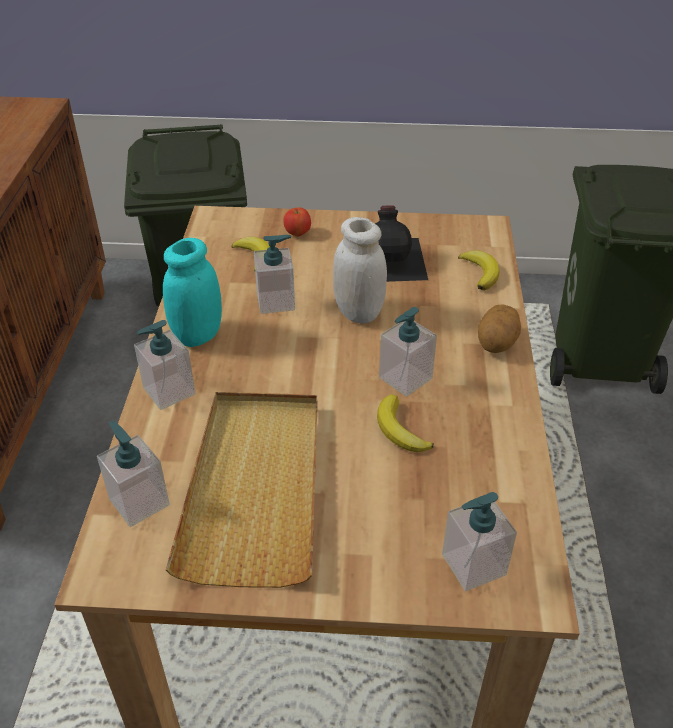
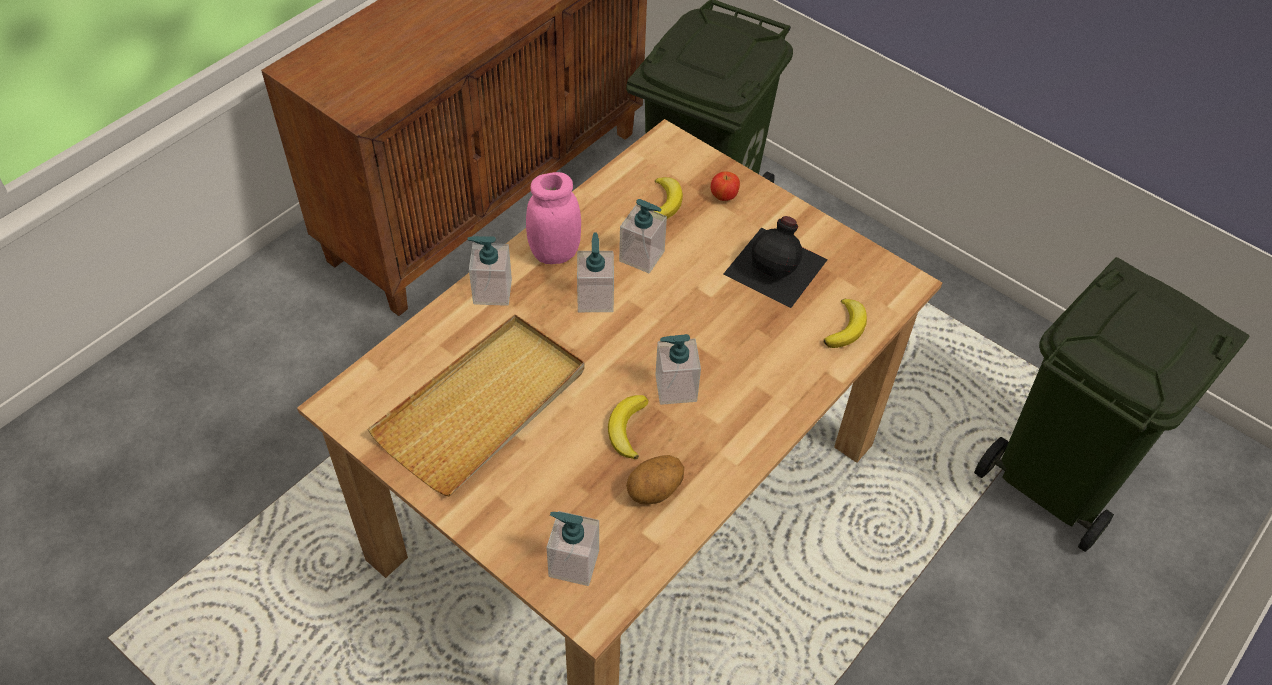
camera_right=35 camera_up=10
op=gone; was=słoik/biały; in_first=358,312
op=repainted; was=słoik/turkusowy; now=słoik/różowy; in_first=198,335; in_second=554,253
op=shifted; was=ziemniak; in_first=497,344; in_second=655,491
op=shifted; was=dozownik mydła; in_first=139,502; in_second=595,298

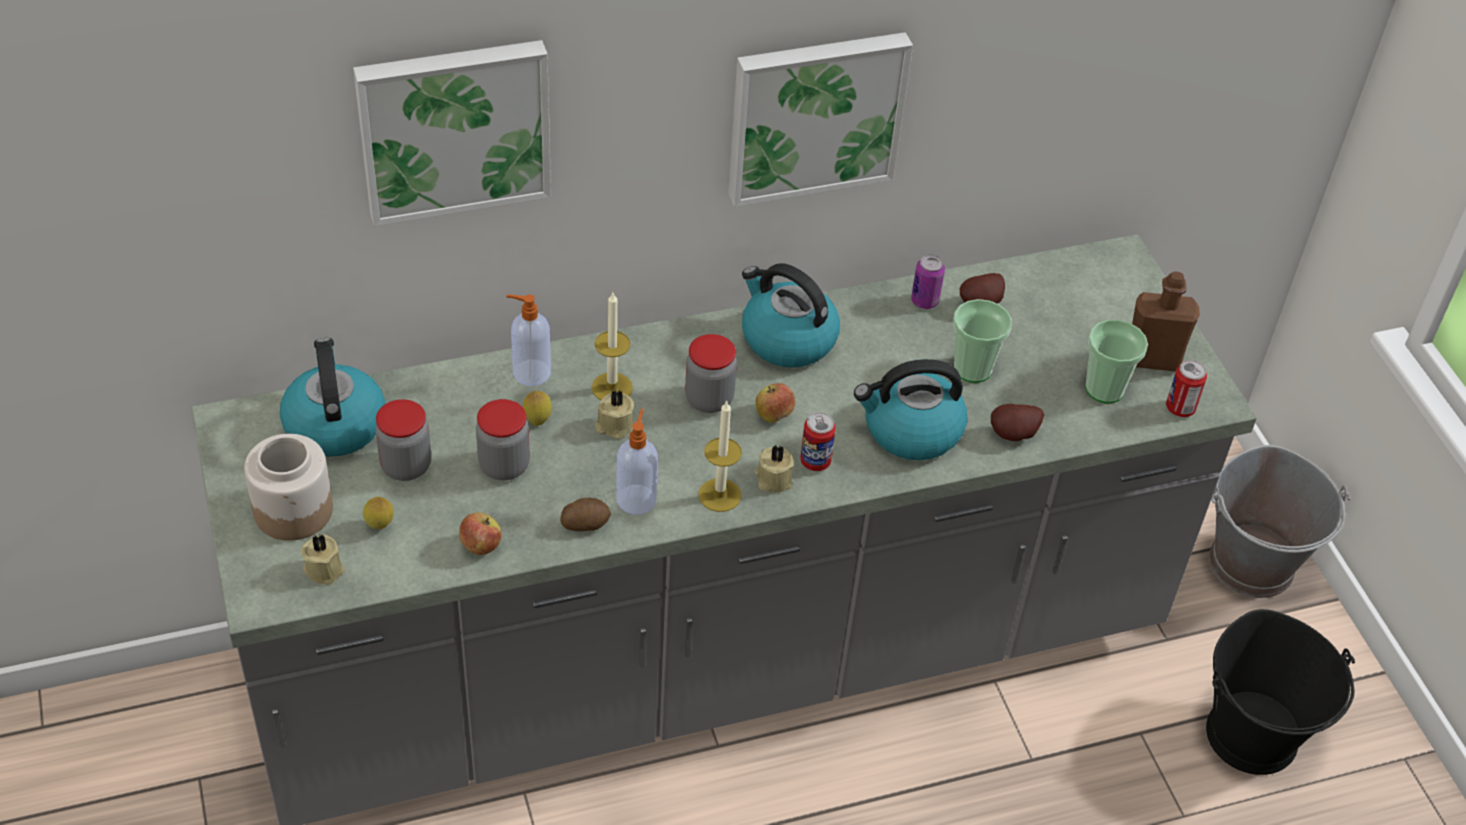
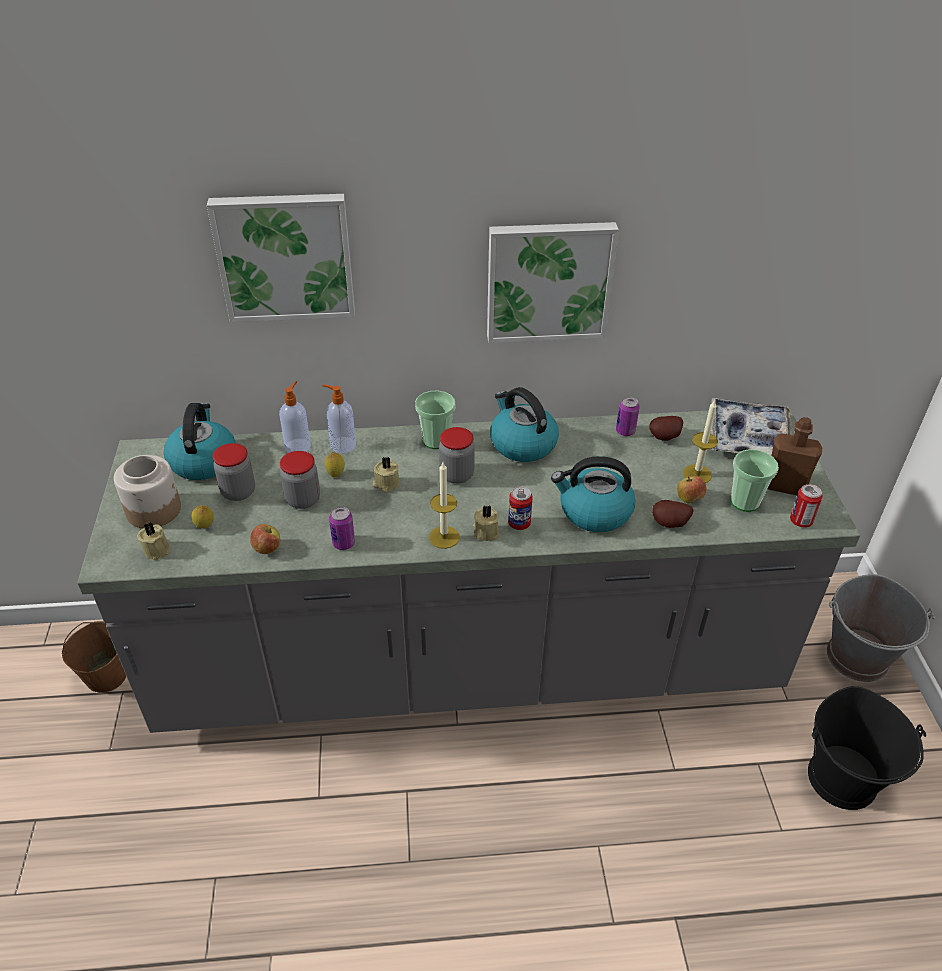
camera_right=15 camera_up=-5
op=shifted; was=świeca; in_first=612,387; in_second=697,474
op=shifted; was=filiżanka; in_first=972,369; in_second=436,440
op=shifted; was=jabłko; in_first=773,415; in_second=689,499
op=shifted; was=dozownik mydła; in_first=636,498; in_second=298,446
op=swapped; was=ziemniak; now=puszka; in_first=585,523; in_second=343,543
op=new; now=taca; in_second=747,437
op=new; now=wiadro/brązowy; in_second=106,675

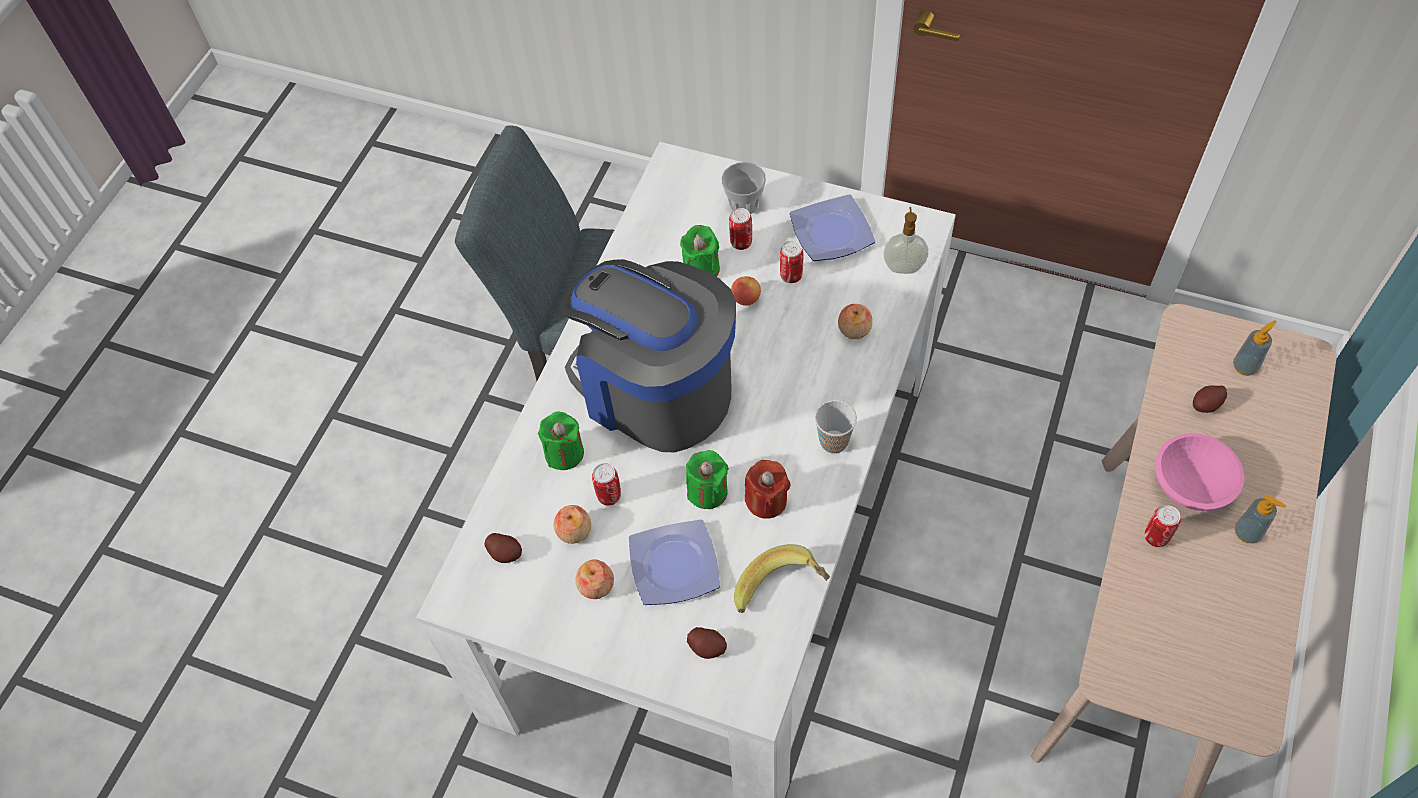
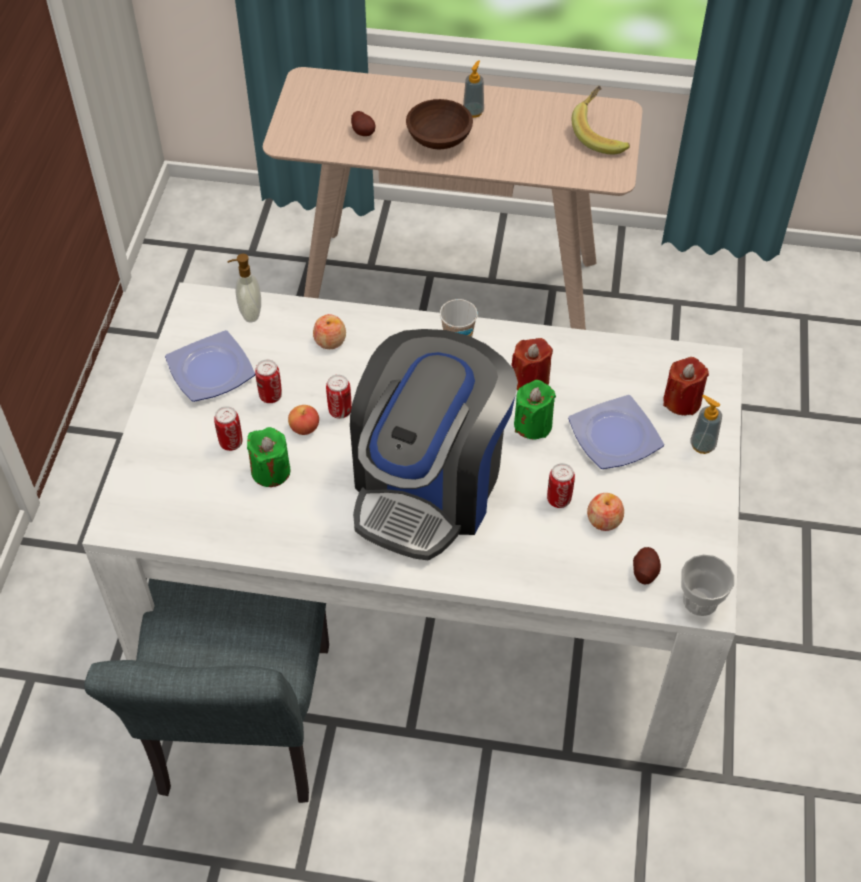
camera_right=-105 camera_up=-5
op=shifted; was=filiżanka; in_first=744,204; in_second=700,600
op=shifted; was=dozownik mydła; in_first=1245,366; in_second=702,445
op=gone; was=świeca/zielony; in_first=564,453
op=repainted; was=miska/różowy; now=miska/brązowy; in_first=1191,483; in_second=438,139
op=shifted; was=puszka; in_first=1156,537; in_second=340,411
op=shifted; was=banan; in_first=782,592; in_second=601,134
op=gone; was=jabłko; in_first=596,585
op=swapped; was=ziemniak; now=świeca/czerwony; in_first=707,647; in_second=682,401

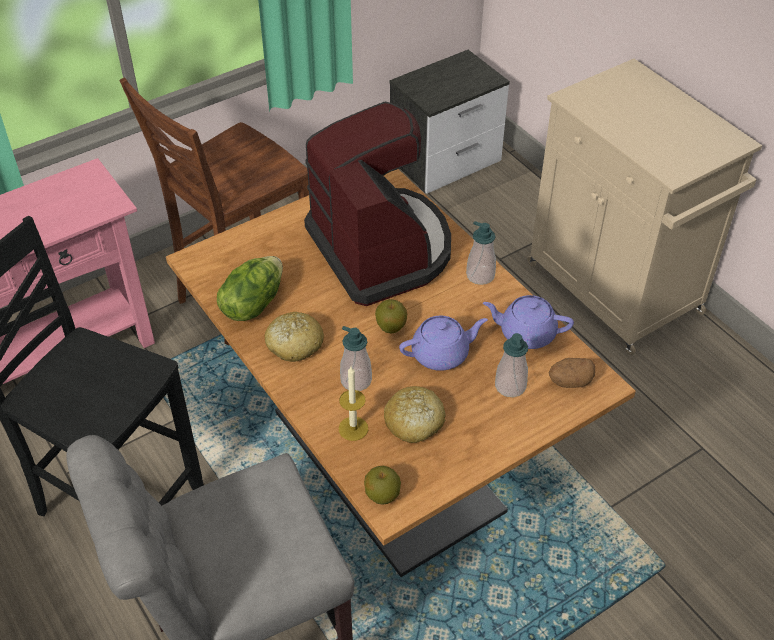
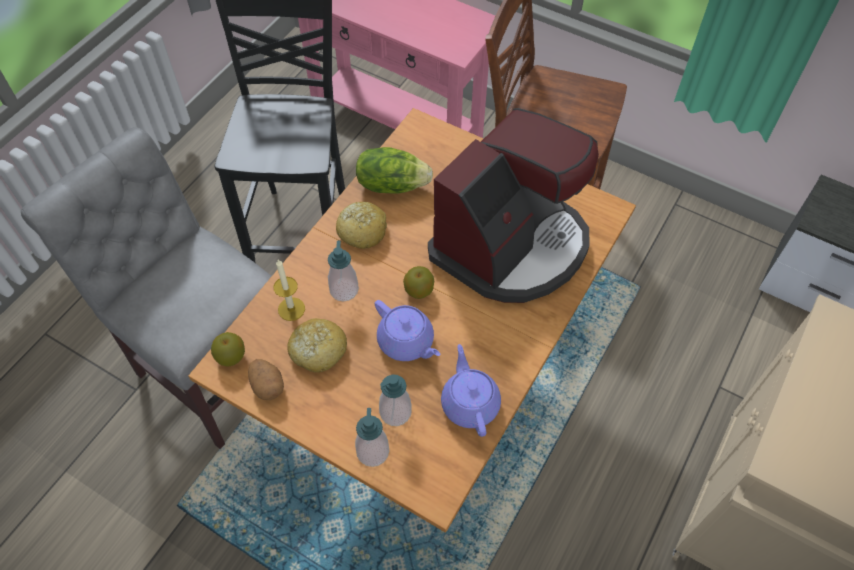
camera_right=65 camera_up=10
op=shifted; was=dozownik mydła; in_first=480,275; in_second=373,452
op=shifted; was=ziemniak; in_first=570,382; in_second=267,385

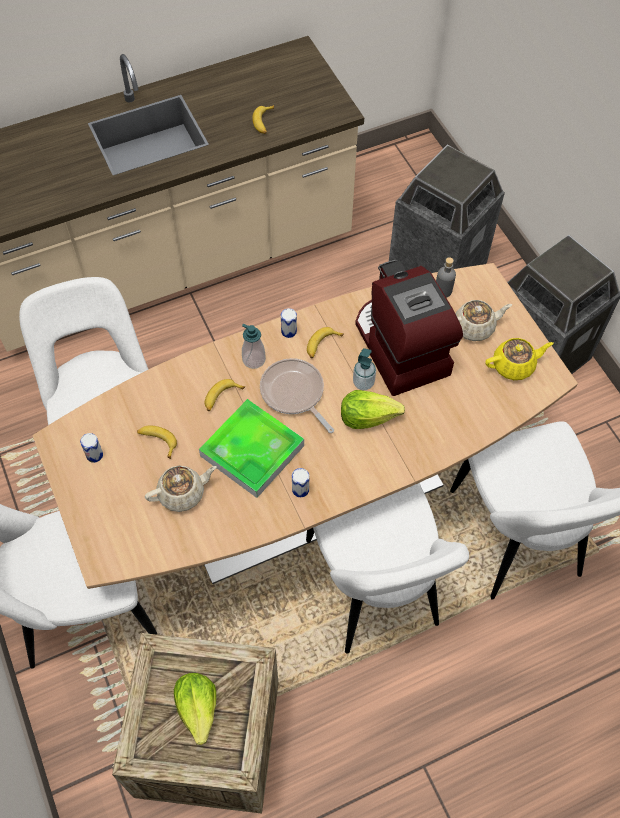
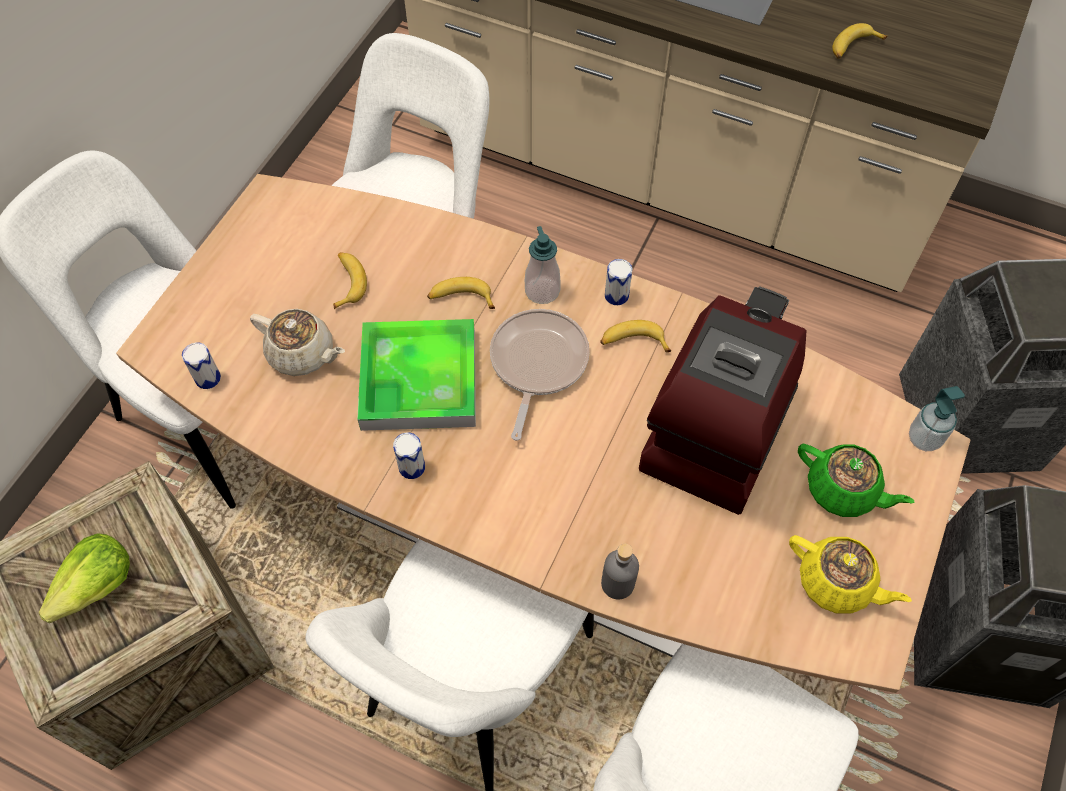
camera_right=50 camera_up=0
op=shifted; was=butelka/szary; in_first=443,290; in_second=617,584
op=repainted; was=imbryk/beżowy; now=imbryk/zielony; in_first=474,327; in_second=843,490
op=shifted; was=dozownik mydła; in_first=363,383; in_second=924,438
op=gone; was=sałata; in_first=368,416
op=shifted; was=puszka; in_first=94,455; in_second=208,378

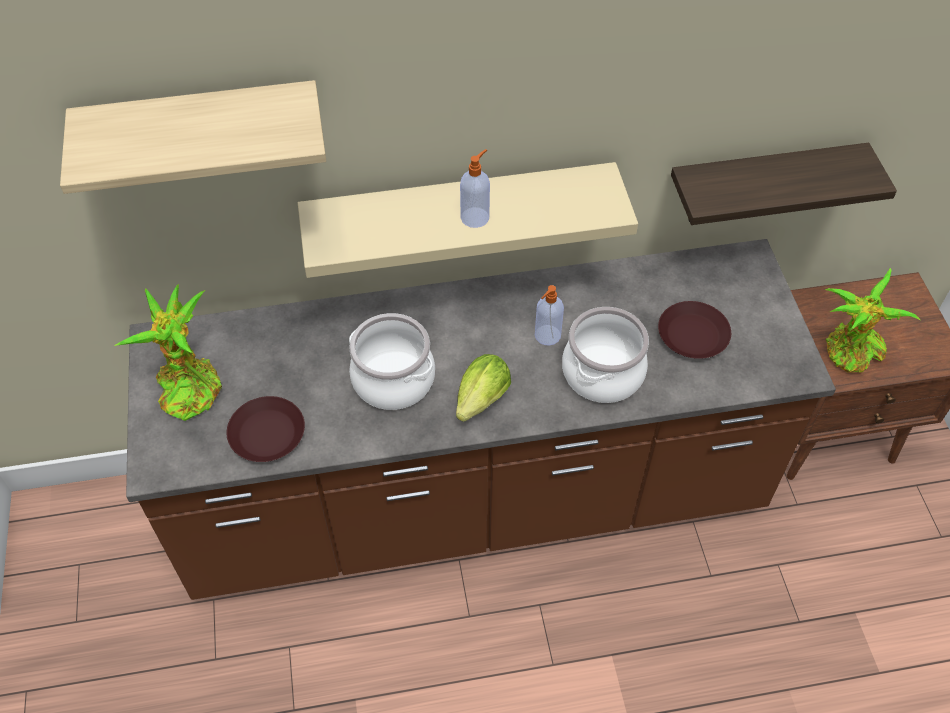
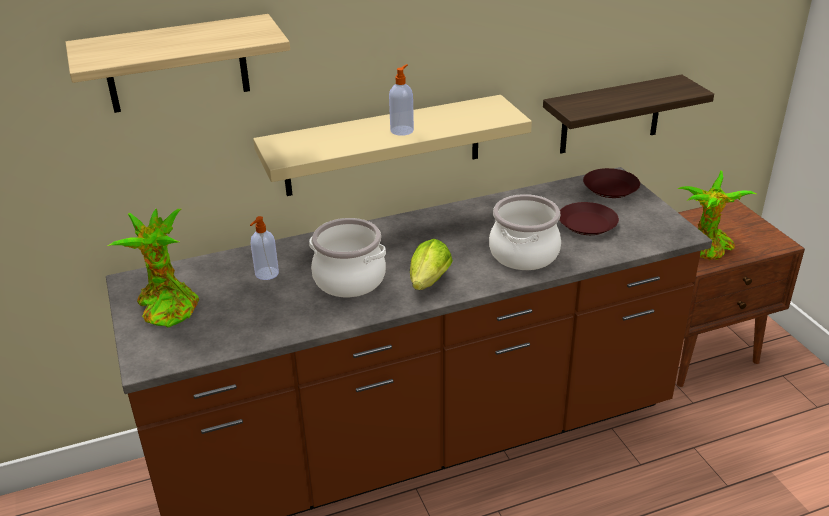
camera_right=-10 camera_up=-20
op=shifted; was=dozownik mydła; in_first=547,336; in_second=266,274
op=shifted; was=talerz/brązowy; in_first=267,434; in_second=611,188

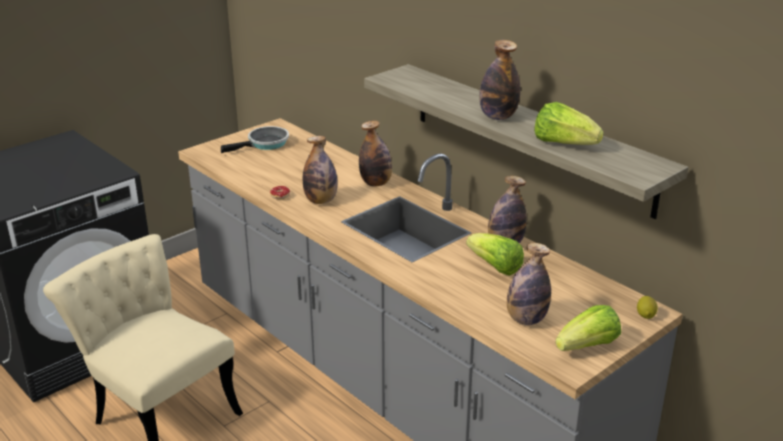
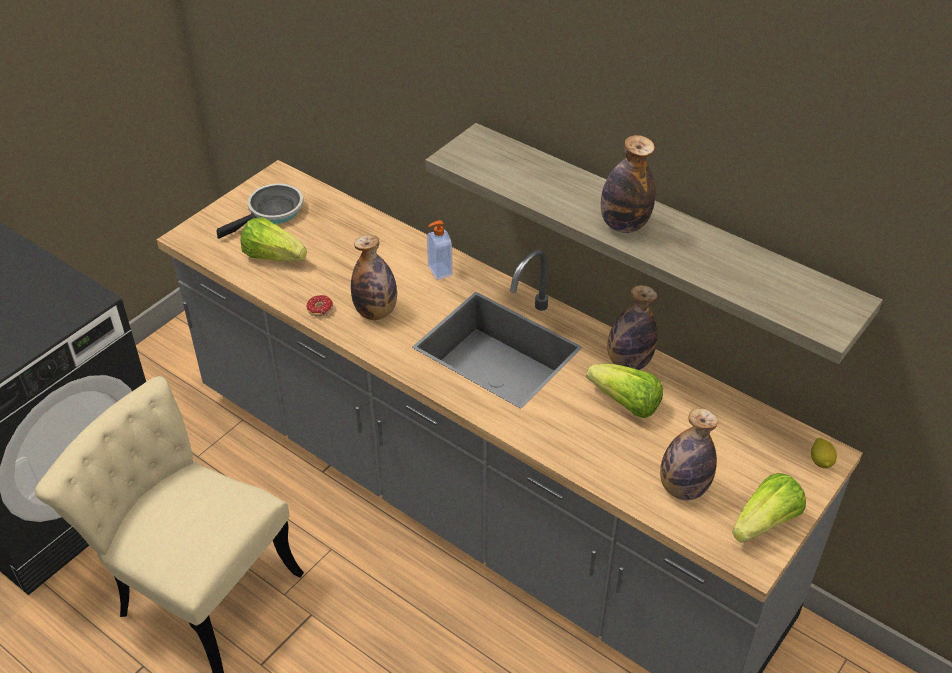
camera_right=-10 camera_up=15
op=shifted; was=sałata; in_first=564,143; in_second=273,256
op=swapped; was=butelka; now=dozownik mydła; in_first=376,183; in_second=439,271

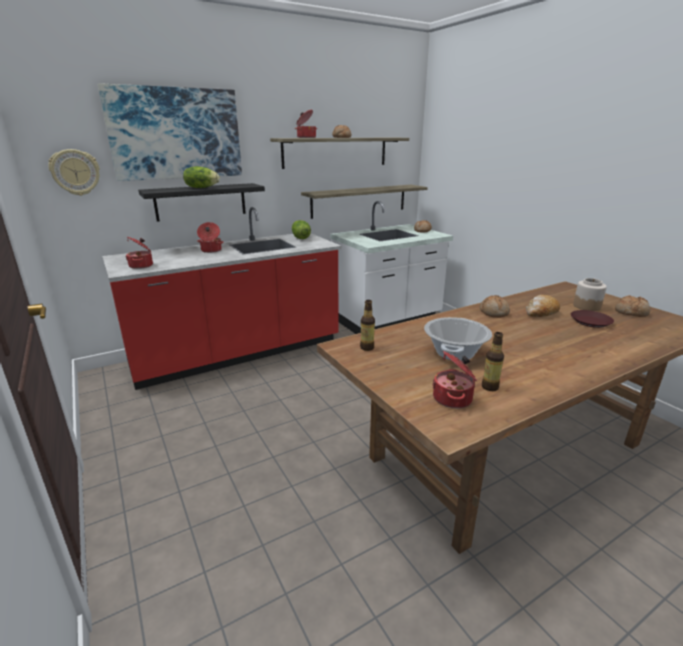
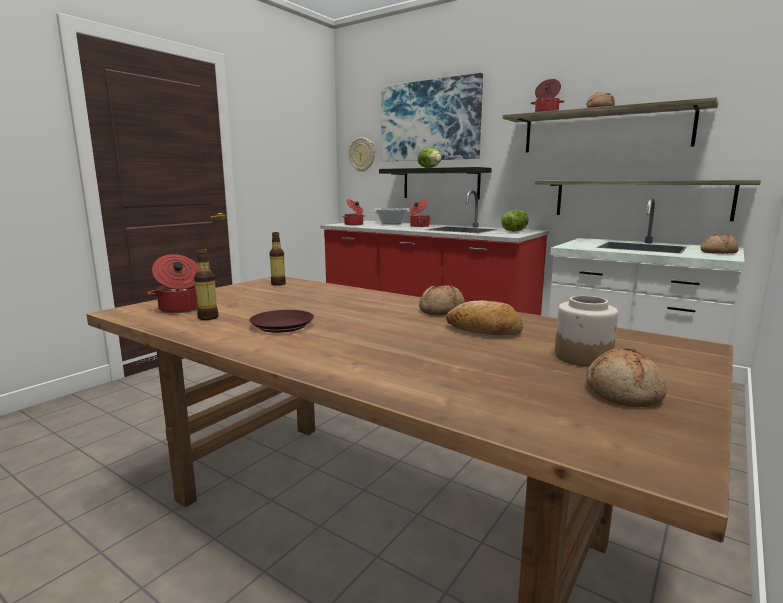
camera_right=65 camera_up=-10
op=shifted; was=talerz/brązowy; in_first=590,322; in_second=282,325
op=shifted; was=garnek; in_first=455,353; in_second=391,223

